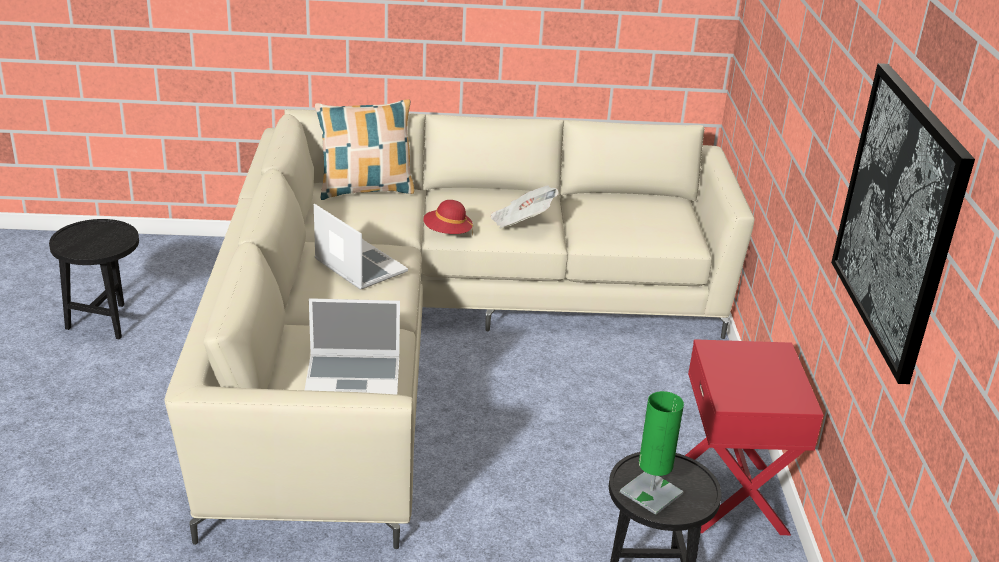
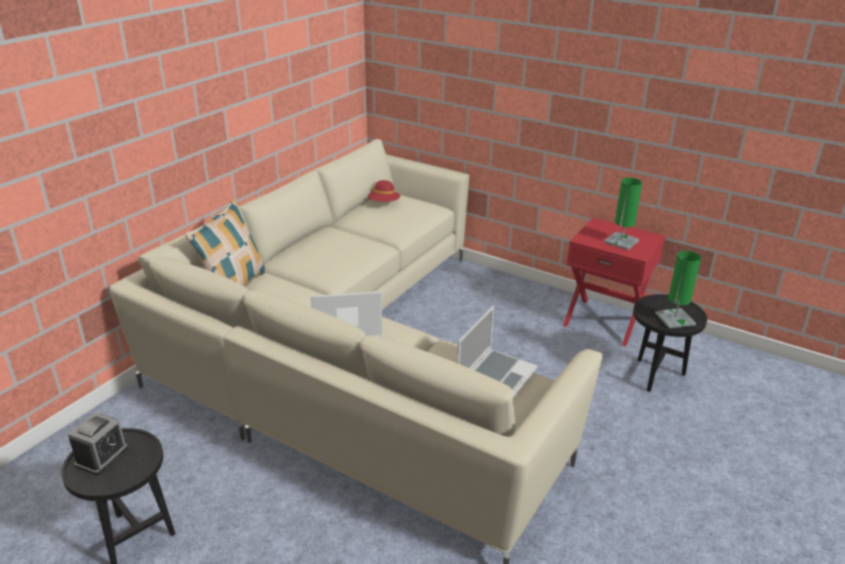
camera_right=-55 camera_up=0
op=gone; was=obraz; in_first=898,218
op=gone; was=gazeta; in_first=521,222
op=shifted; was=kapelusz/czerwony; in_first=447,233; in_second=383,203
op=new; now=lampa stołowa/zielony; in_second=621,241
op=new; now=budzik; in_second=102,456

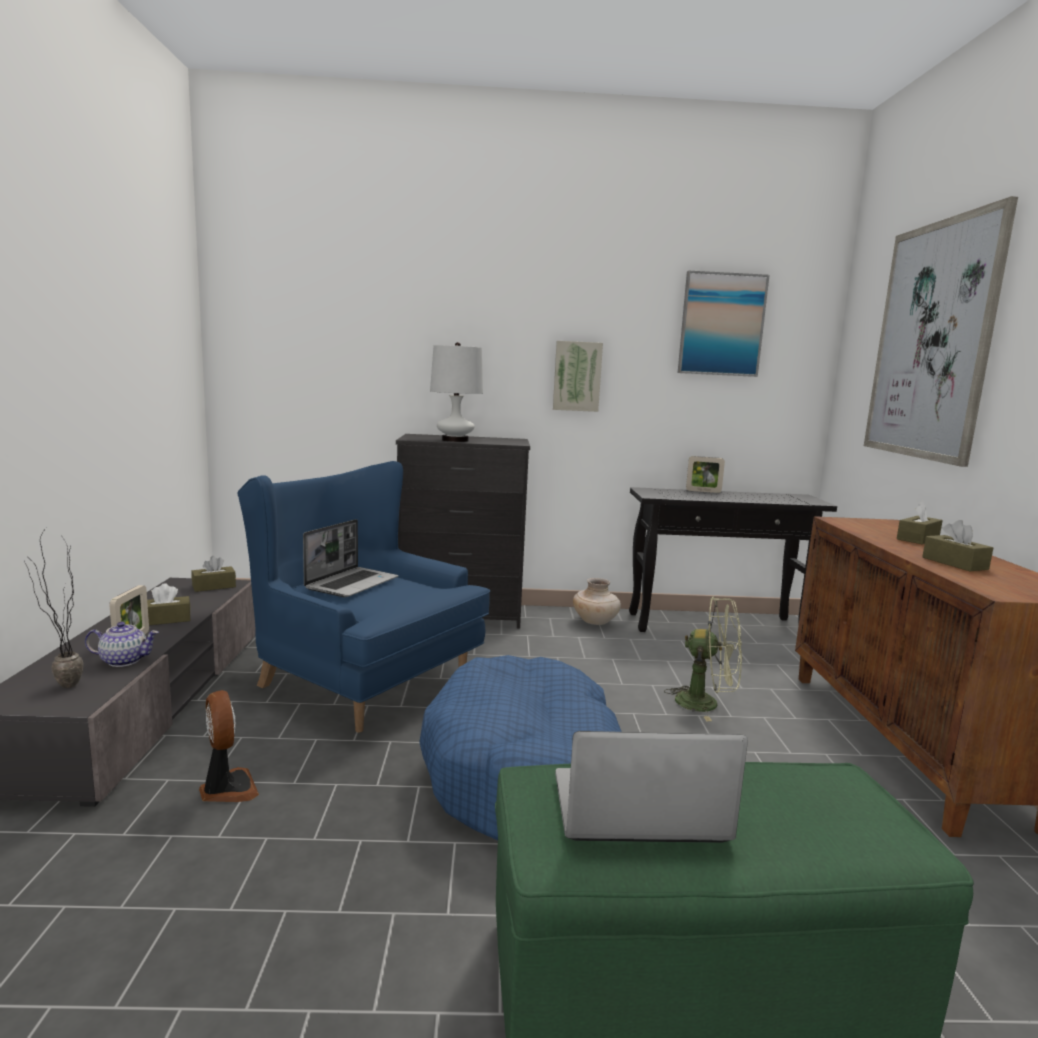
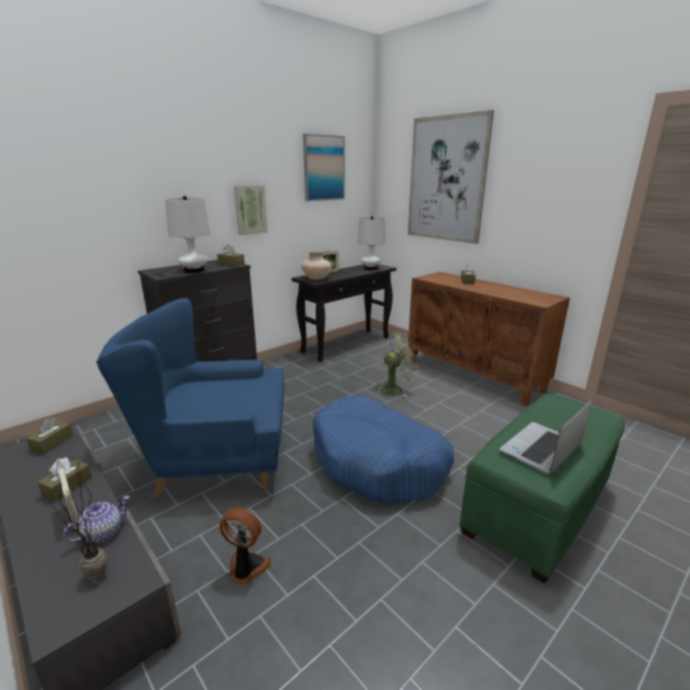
camera_right=-40 camera_up=10
op=gone; was=laptop; in_first=352,583
op=shifted; was=pudełko chusteczek/brązowy; in_first=954,563; in_second=231,264
op=shifted; was=wazon/beżowy; in_first=595,622; in_second=316,278
op=new; now=lampa stołowa/biały; in_second=370,268

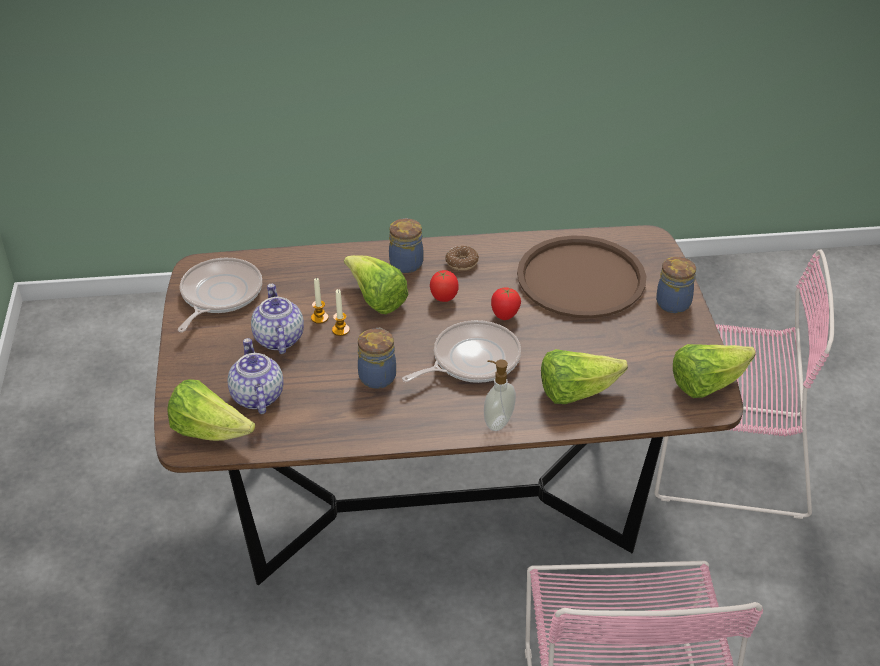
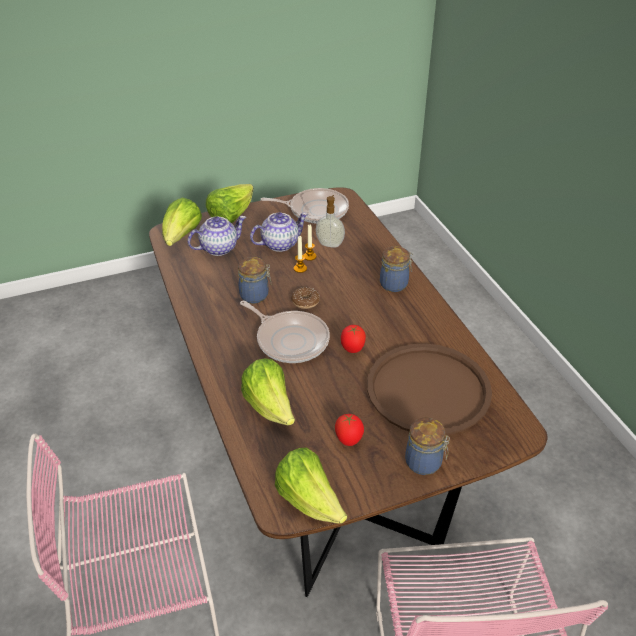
camera_right=75 camera_up=0
op=shifted; was=donut; in_first=462,262; in_second=305,301
op=shifted; was=sałata; in_first=376,300; in_second=231,215
op=shifted; was=pomidor; in_first=443,298; in_second=349,440
op=shifted; was=dozownik mydła; in_first=497,422; in_second=330,244

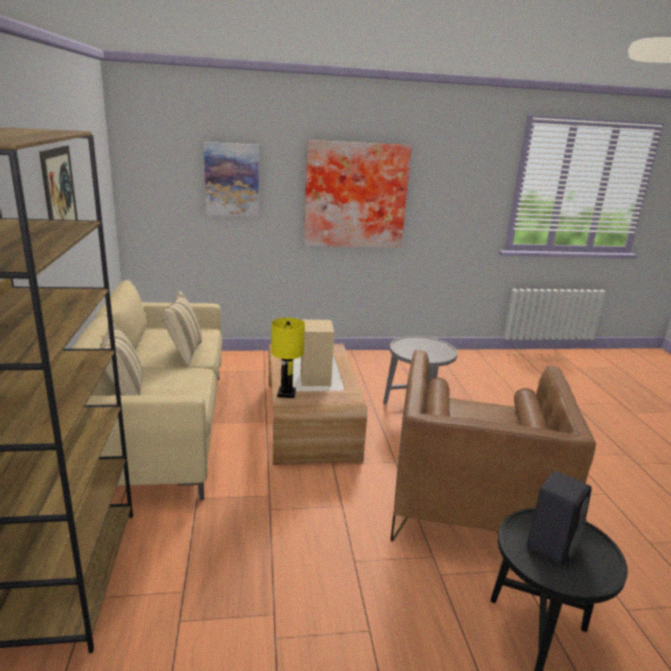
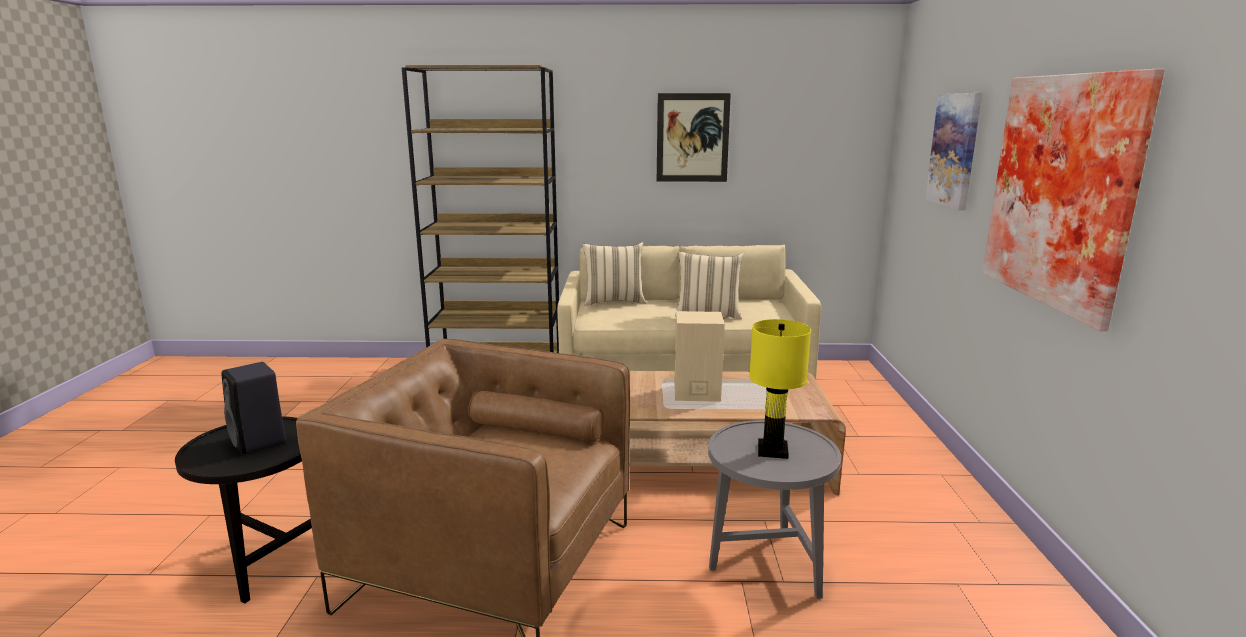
camera_right=100 camera_up=-5
op=shifted; was=lampa stołowa/żółty; in_first=286,393; in_second=772,450

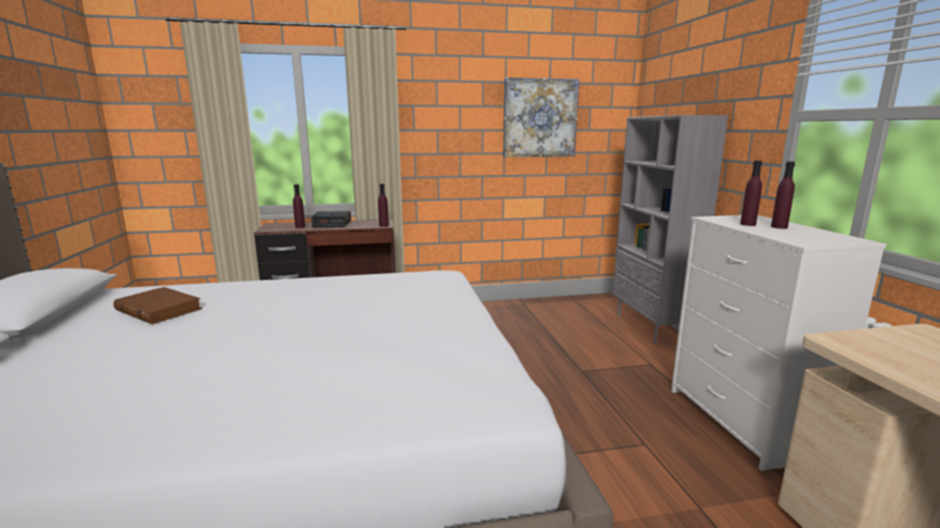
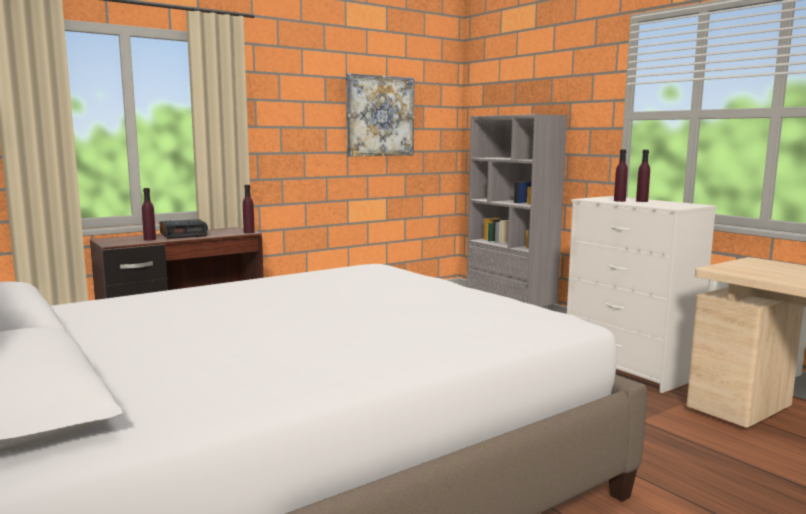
camera_right=-25 camera_up=-5
op=gone; was=książka/brązowy; in_first=158,309

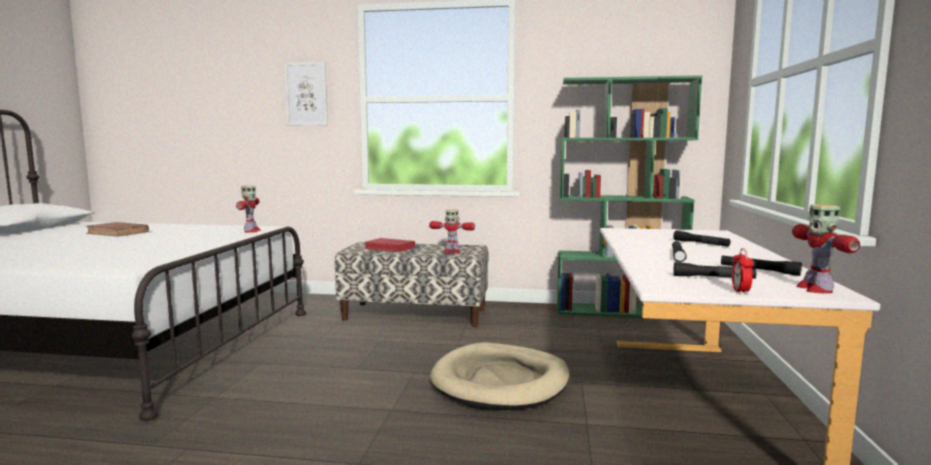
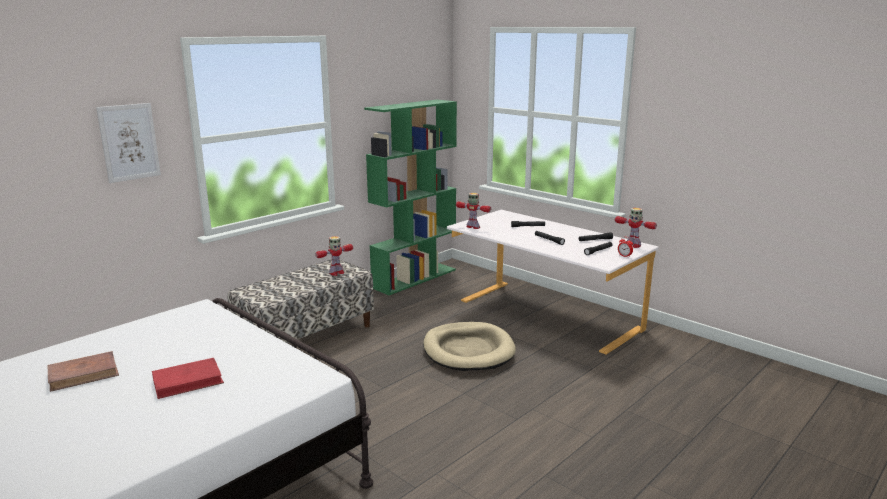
camera_right=-55 camera_up=10
op=shifted; was=robot zabawkowy; in_first=251,231; in_second=473,227
op=shifted; was=książka/czerwony; in_first=390,248; in_second=188,381

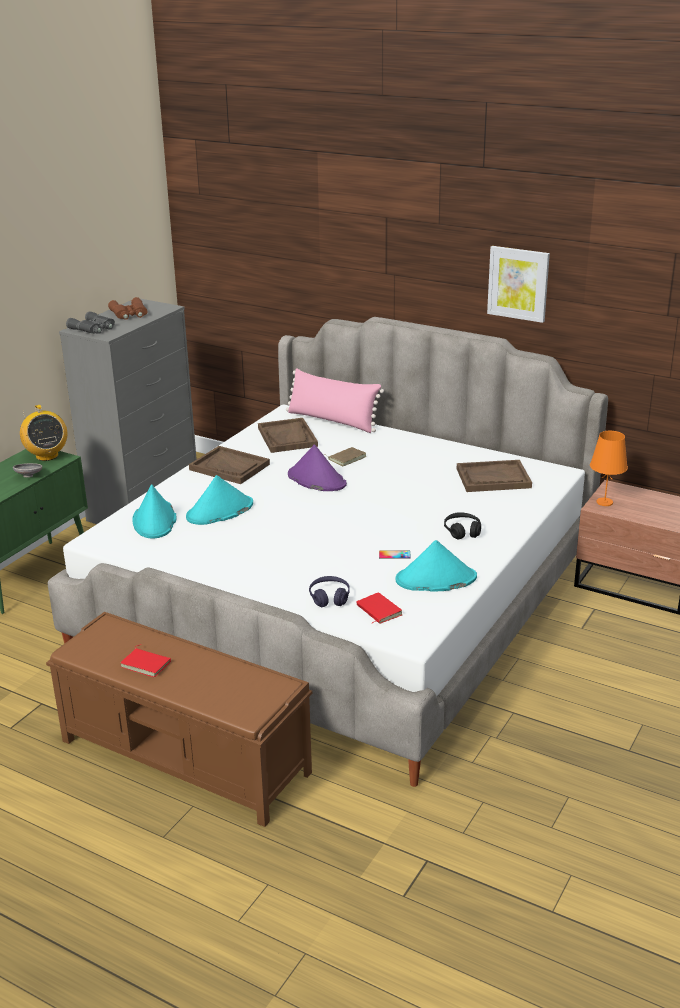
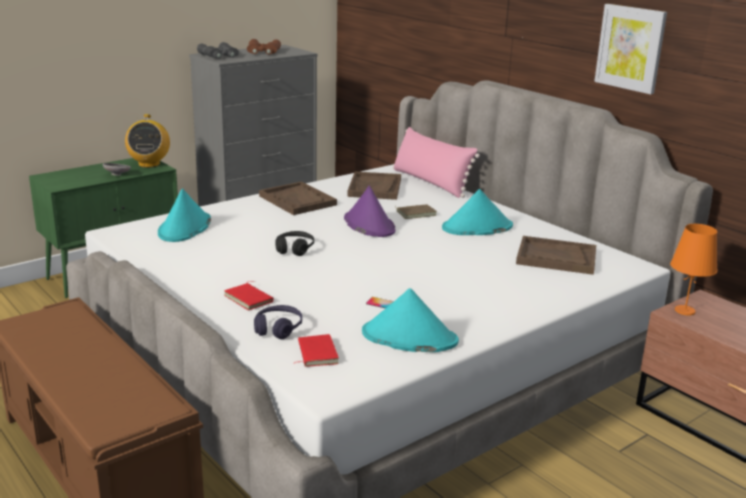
camera_right=20 camera_up=-5
op=shifted; was=kapelusz/turkusowy; in_first=219,511; in_second=477,227
op=shifted; was=słuchawki/czarny; in_first=462,531; in_second=294,249
op=shifted; was=książka/czerwony; in_first=147,664; in_second=250,298

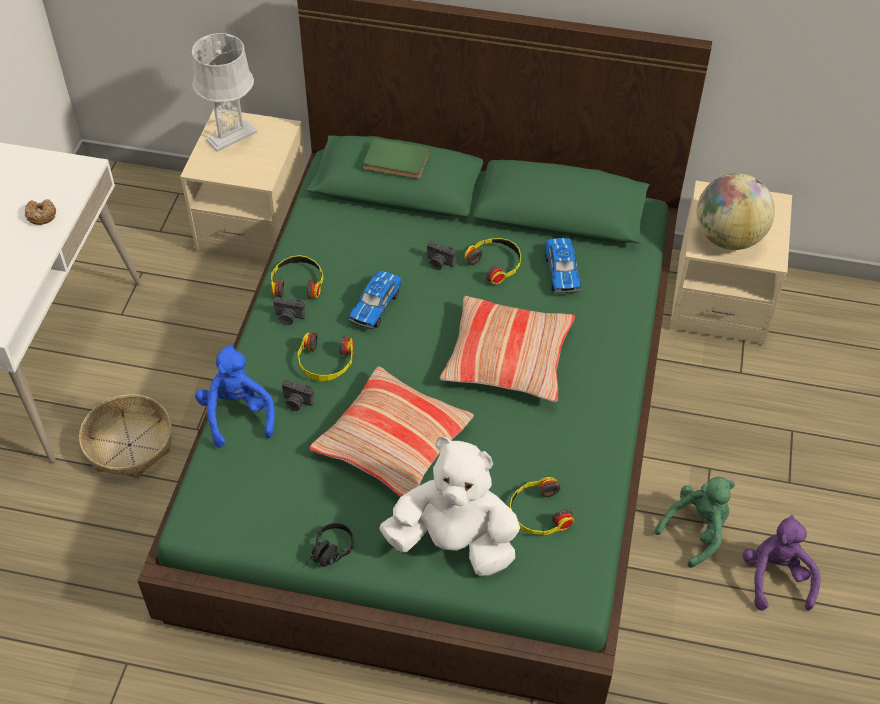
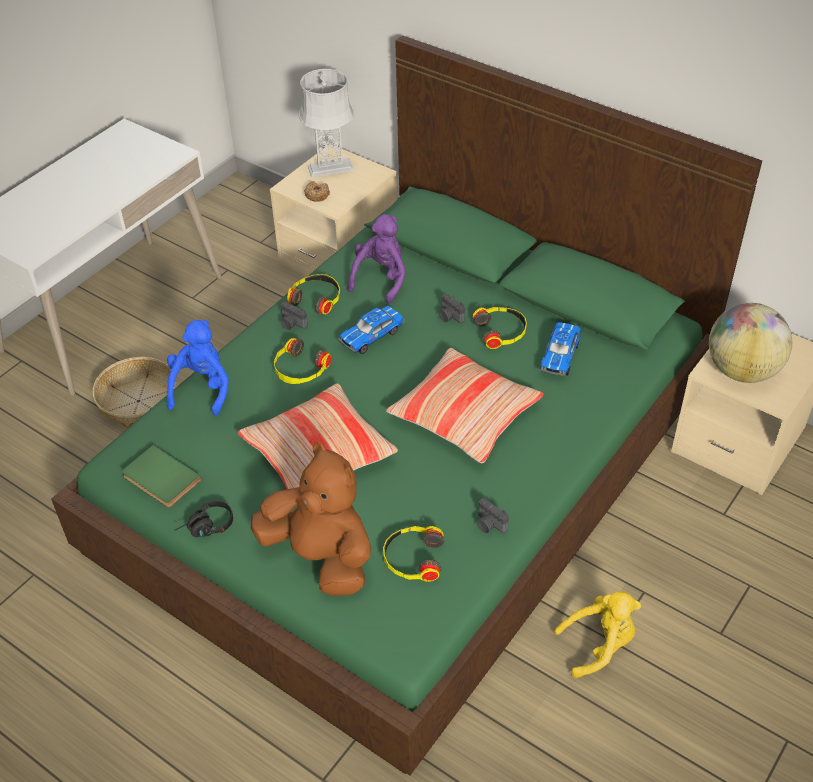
camera_right=25 camera_up=-5
op=shifted; was=książka/zielony; in_first=396,162; in_second=159,480
op=shifted; was=donut; in_first=41,215; in_second=317,195
op=shifted; was=aparat fotograficzny; in_first=297,402; in_second=489,525
op=repainted; was=pluszak/biały; now=pluszak/brązowy; in_first=454,542; in_second=321,557
op=repainted; was=pluszak/zielony; now=pluszak/żółty; in_first=696,530; in_second=599,645
op=shifted; was=pluszak/fioletowy; in_first=775,577; in_second=381,279

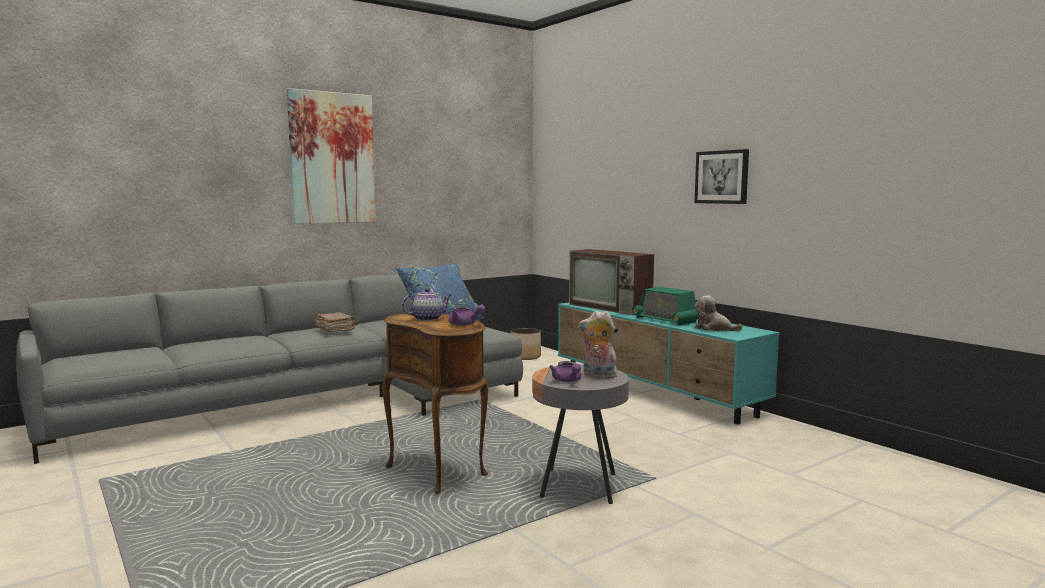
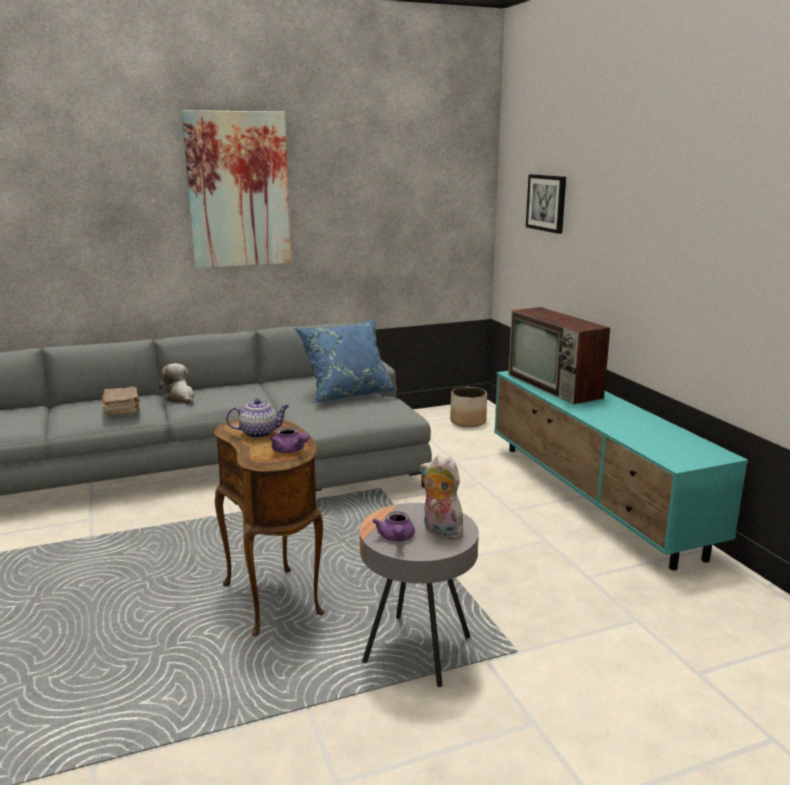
camera_right=15 camera_up=10
op=shifted; was=obraz; in_first=722,177; in_second=547,203
op=gone; was=radio; in_first=665,320
op=shifted; was=pluszak; in_first=714,328; in_second=180,398
op=shifted; was=książka/brązowy; in_first=335,330; in_second=122,409

